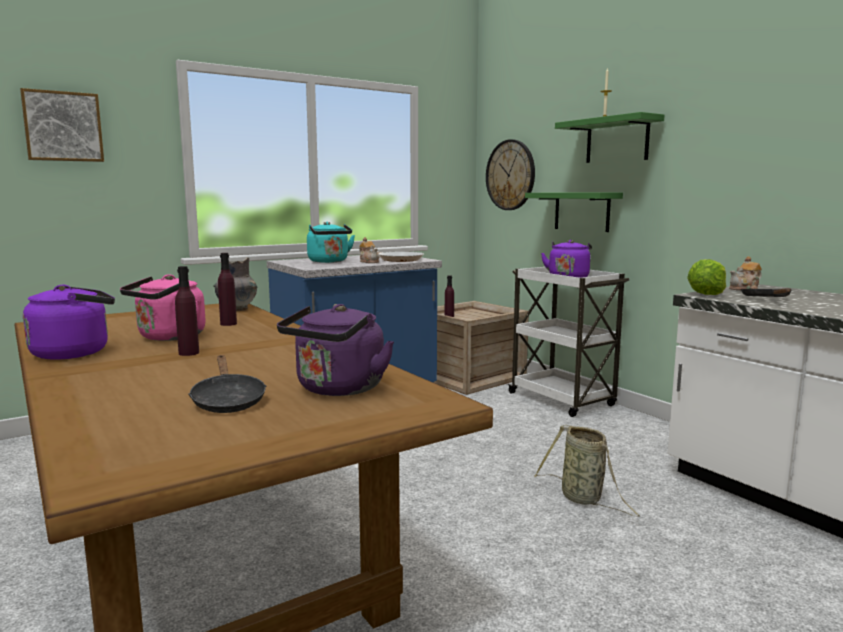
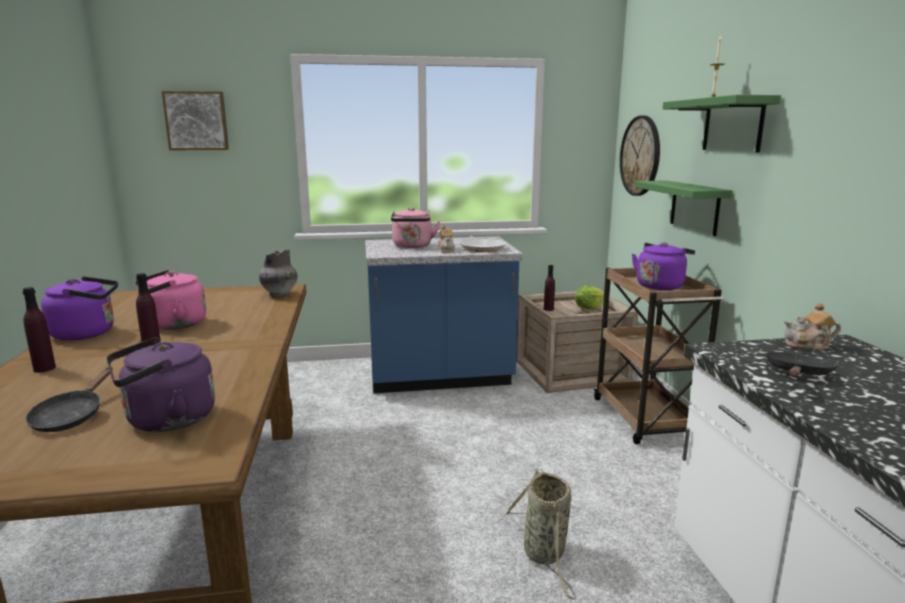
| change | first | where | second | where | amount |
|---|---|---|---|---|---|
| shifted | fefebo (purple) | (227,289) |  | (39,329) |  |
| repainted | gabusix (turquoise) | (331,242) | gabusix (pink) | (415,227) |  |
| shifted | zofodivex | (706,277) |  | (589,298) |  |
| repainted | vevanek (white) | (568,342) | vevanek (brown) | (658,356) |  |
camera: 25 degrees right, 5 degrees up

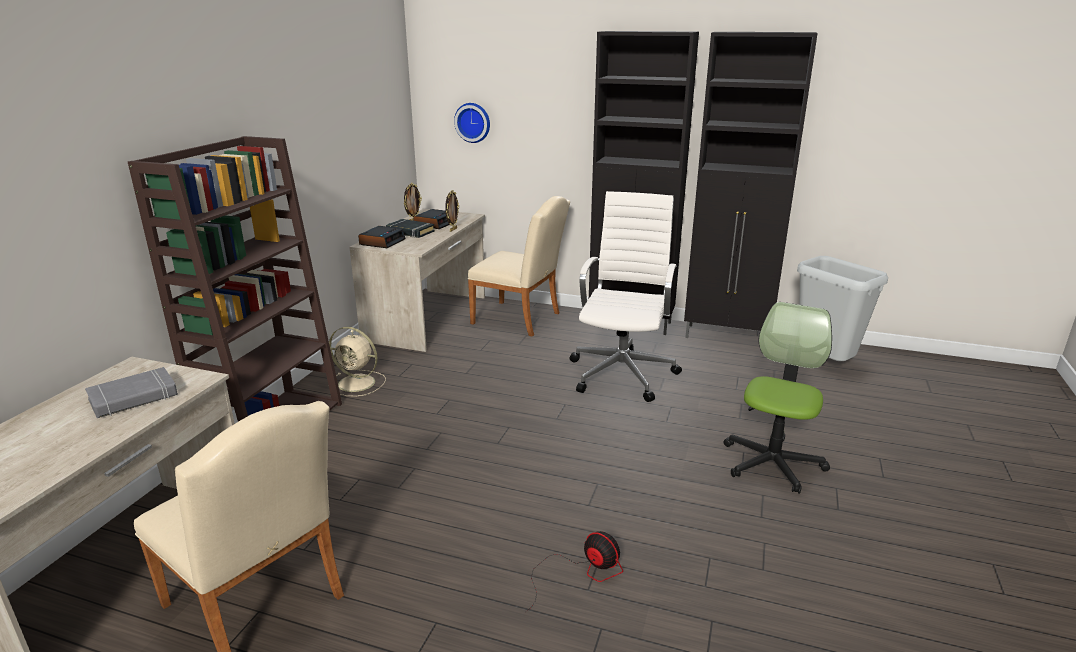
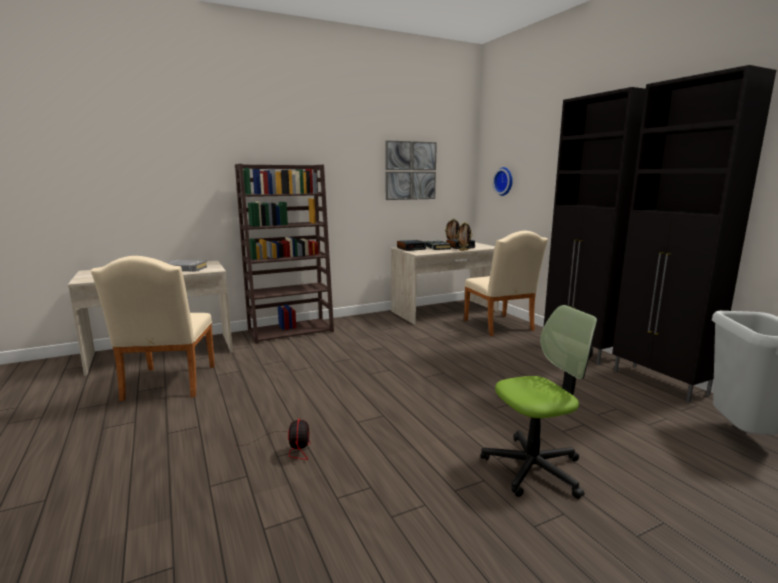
| change | first | where | second | where | amount |
|---|---|---|---|---|---|
| new |  |  | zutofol | (411,170) |  |
| gone | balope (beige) | (357,362) |  |  |  |
| gone | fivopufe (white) | (626,296) |  |  |  |
camera: 45 degrees right, 10 degrees down

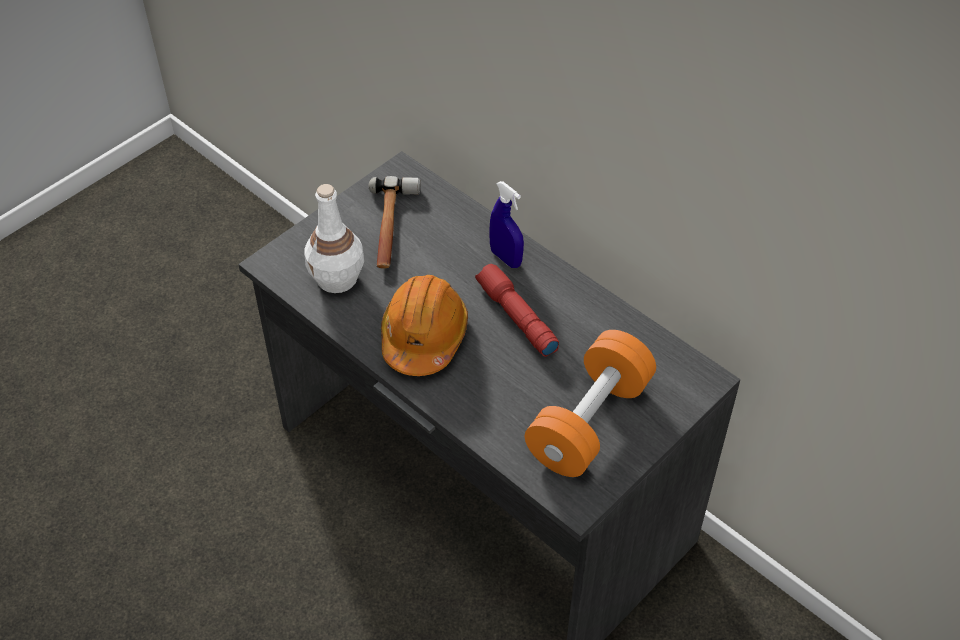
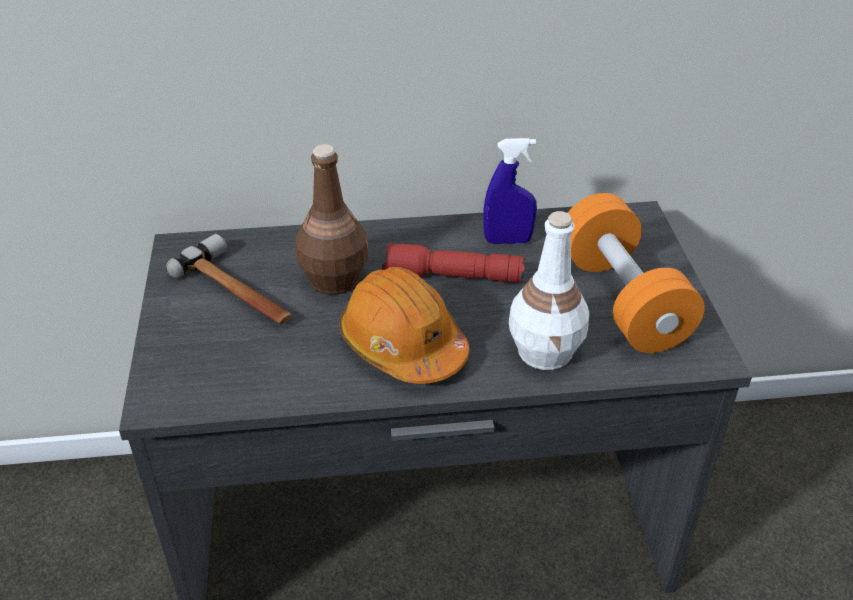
| change | first | where | second | where | amount |
|---|---|---|---|---|---|
| new |  |  | fefebo (brown) | (331,219) |  |
| shifted | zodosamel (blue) | (506,224) |  | (510,191) |  |
| shifted | fefebo (white) | (334,238) |  | (549,290) |  |
camera: 50 degrees left, 10 degrees down

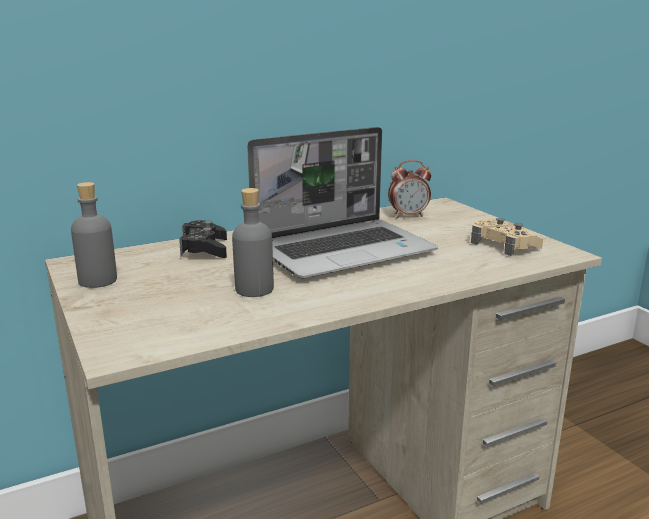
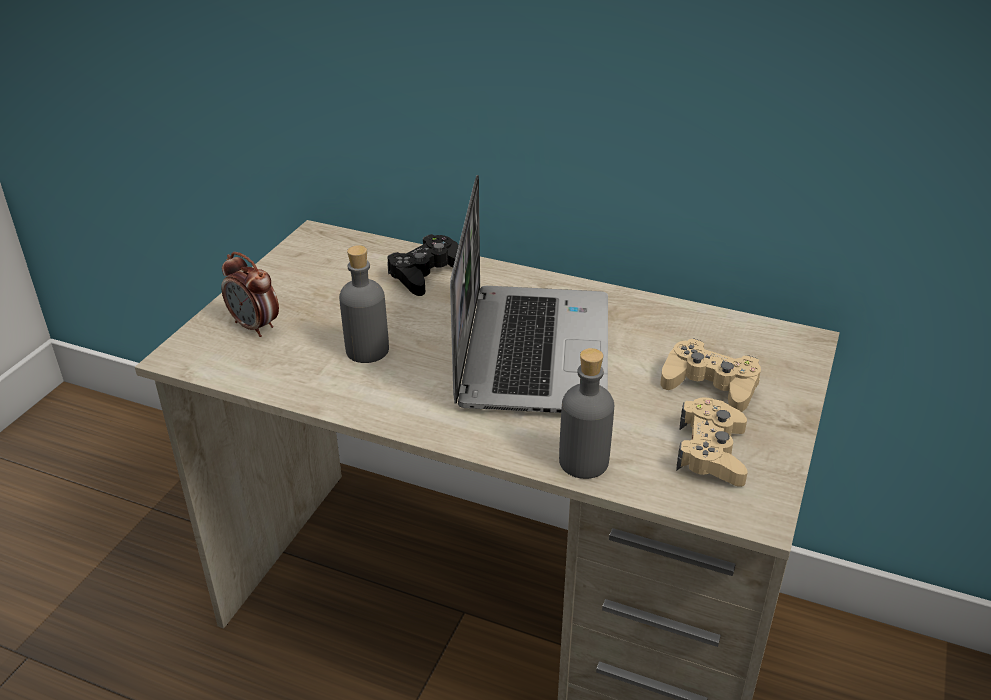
| change | first | where | second | where | amount |
|---|---|---|---|---|---|
| shifted | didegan | (409,189) |  | (250,294) |  |
| rotated | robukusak | (342,203) |  | (529,294) | 105 degrees counterclockwise |
| shifted | fefebo (grey) | (94,235) |  | (586,413) |  |
| new |  |  | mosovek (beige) | (711,375) |  |
camera: 50 degrees right, 15 degrees up

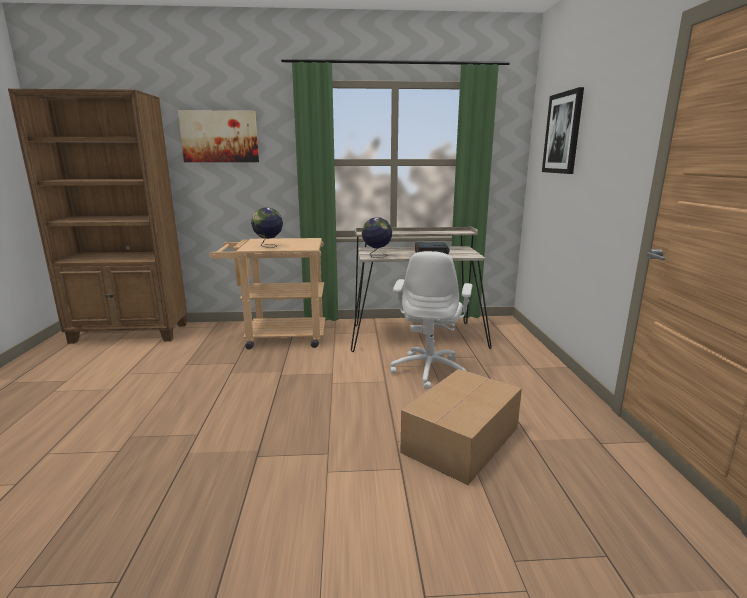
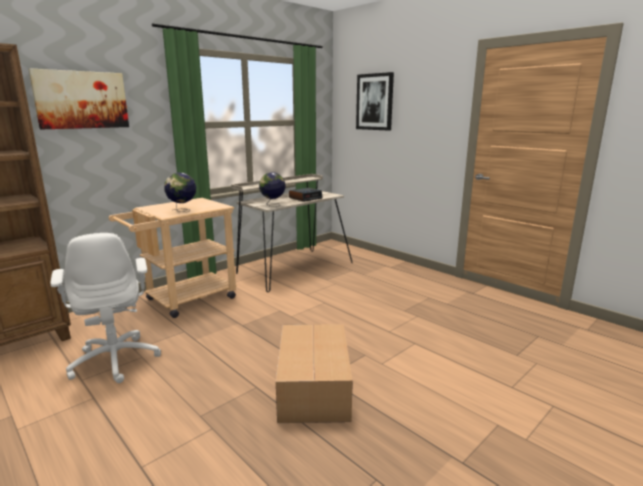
| change | first | where | second | where | amount |
|---|---|---|---|---|---|
| shifted | fivopufe (white) | (431,320) |  | (106,308) |  |
| shifted | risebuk | (461,427) |  | (314,373) |  |
camera: 40 degrees left, 0 degrees up

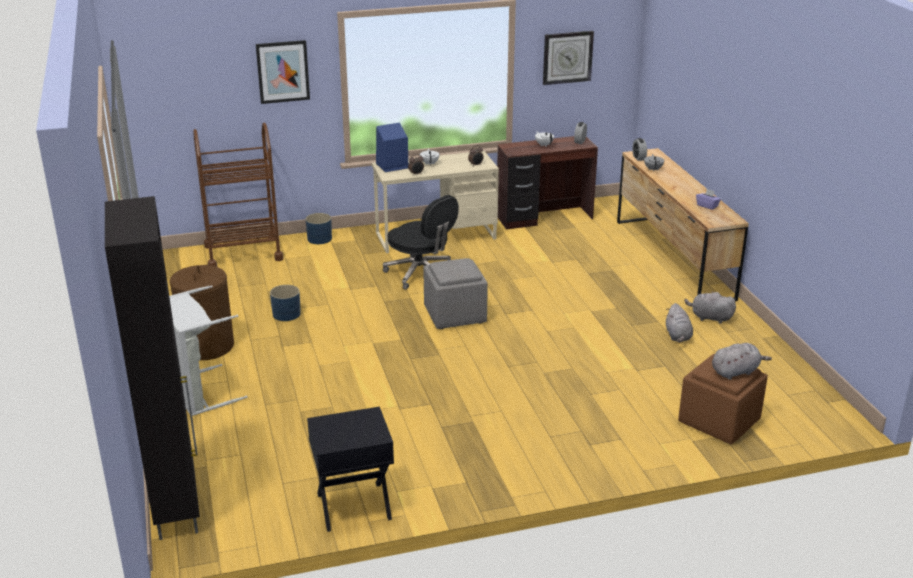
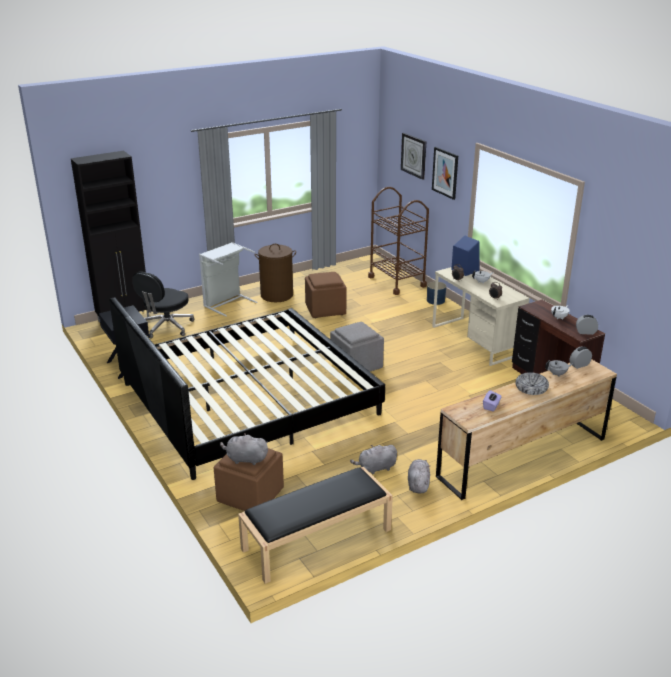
| change | first | where | second | where | amount |
|---|---|---|---|---|---|
| new |  |  | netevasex | (247,389) |  |
| shifted | fivopufe (black) | (421,242) |  | (163,305) |  |
| rotated | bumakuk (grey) | (742,361) |  | (244,449) | 135 degrees clockwise |
| new |  |  | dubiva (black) | (315,525) |  |
| swapped | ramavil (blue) | (285,303) | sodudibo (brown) | (326,295) |  |
| shifted | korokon | (568,58) |  | (413,156) |  |
| new |  |  | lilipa | (532,383) |  |
camera: 75 degrees right, 0 degrees up

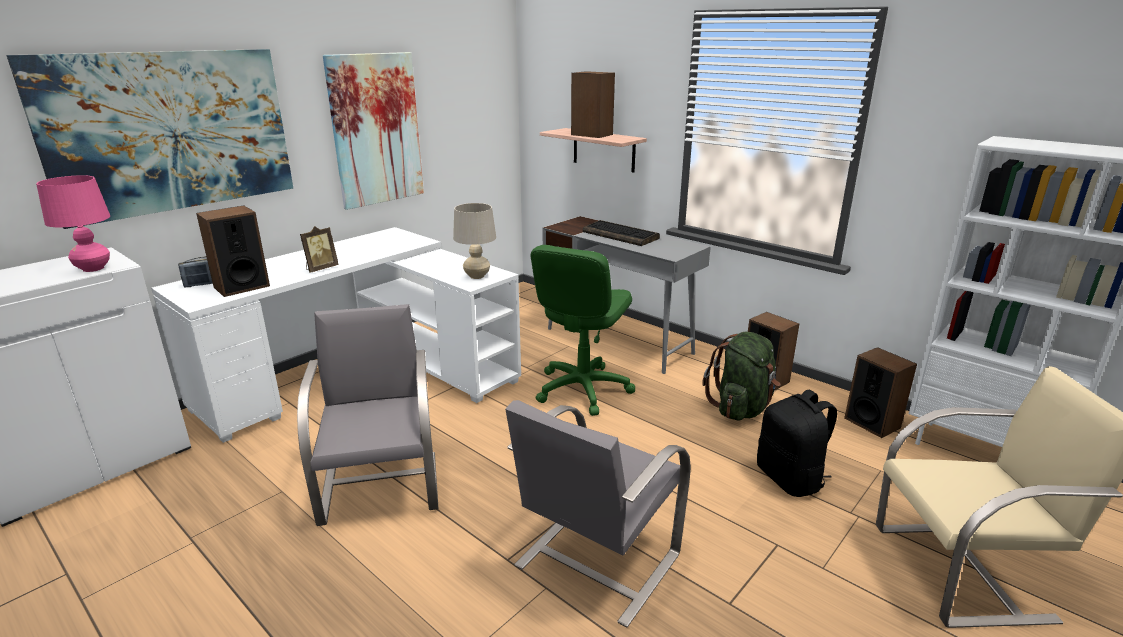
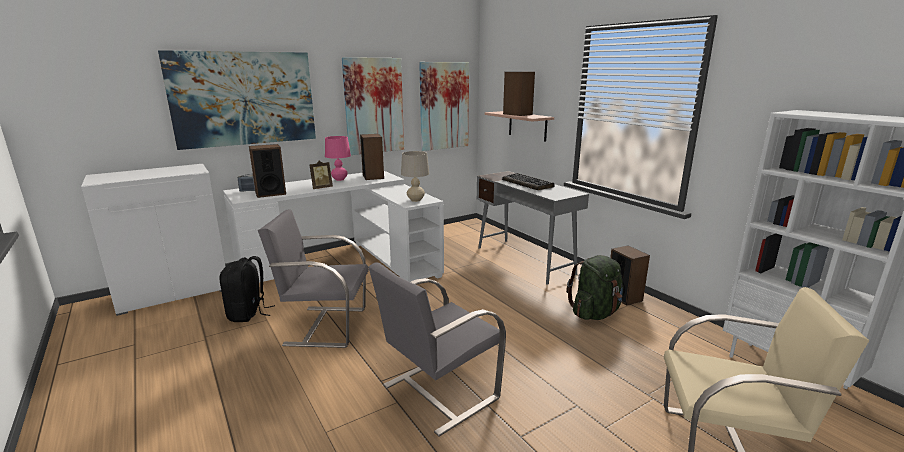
| change | first | where | second | where | amount |
|---|---|---|---|---|---|
| shifted | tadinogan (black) | (797,443) |  | (247,289) |  |
| rotated | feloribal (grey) | (367,415) |  | (313,278) | 90 degrees counterclockwise |
| shifted | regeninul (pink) | (73,223) |  | (338,158) |  |
| shifted | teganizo | (880,392) |  | (372,157) |  |
| new |  |  | zutofol | (444,106) |  |
| gone | fivopufe (green) | (583,330) |  |  |  |
camera: 15 degrees right, 5 degrees down

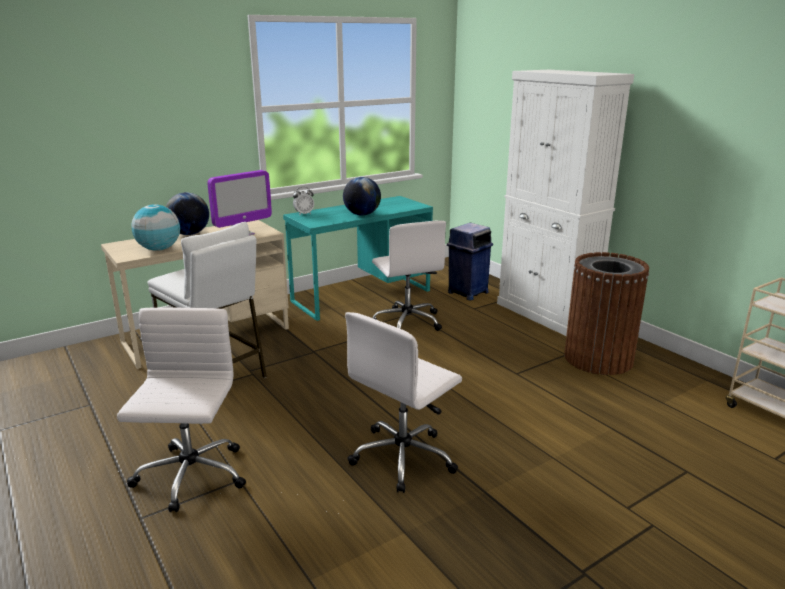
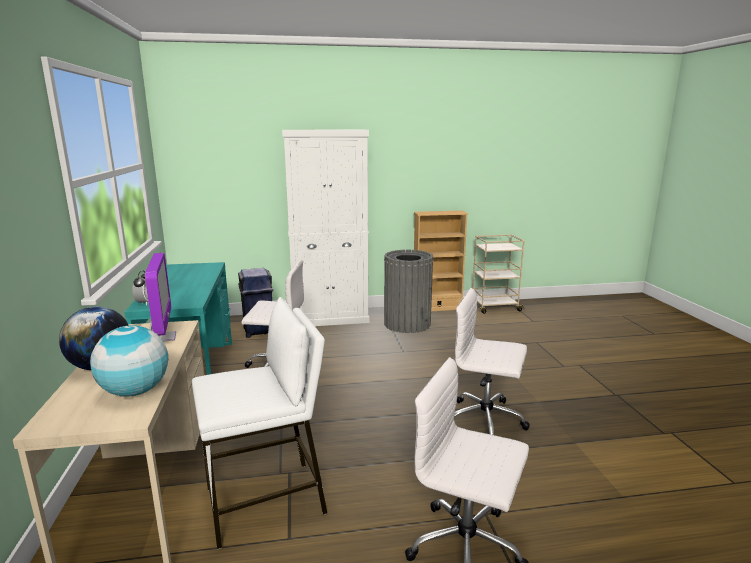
| change | first | where | second | where | amount |
|---|---|---|---|---|---|
| repainted | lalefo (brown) | (606,313) | lalefo (grey) | (408,291) |  |
| new |  |  | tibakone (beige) | (441,261) |  |
| rotated | fivopufe (white) | (403,402) |  | (492,361) | 135 degrees clockwise |
| gone | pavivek | (362,196) |  |  |  |
camera: 65 degrees left, 5 degrees down

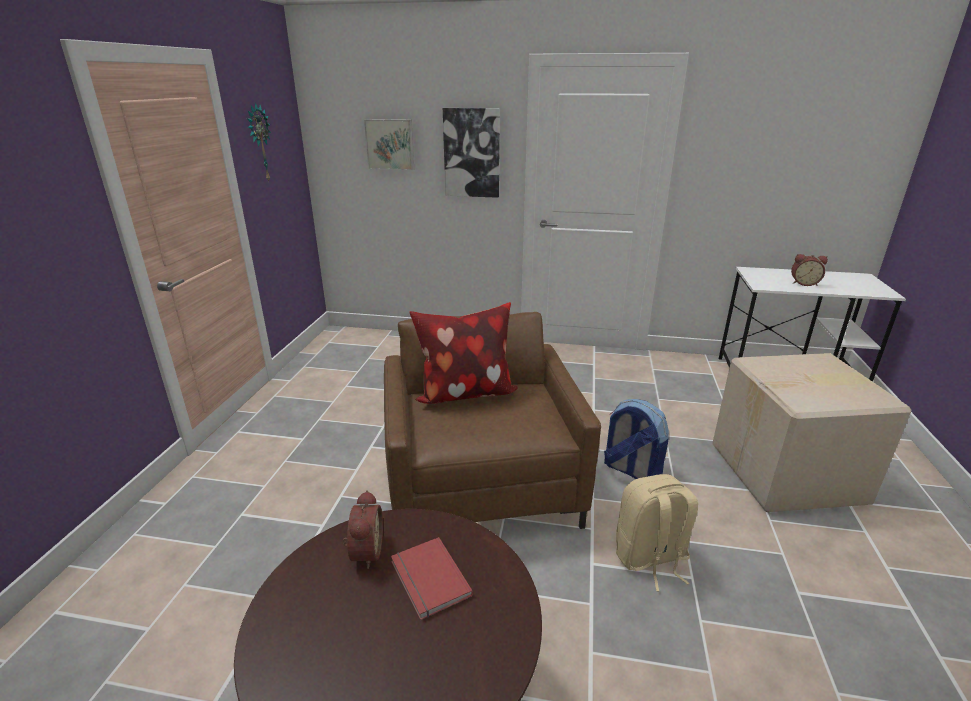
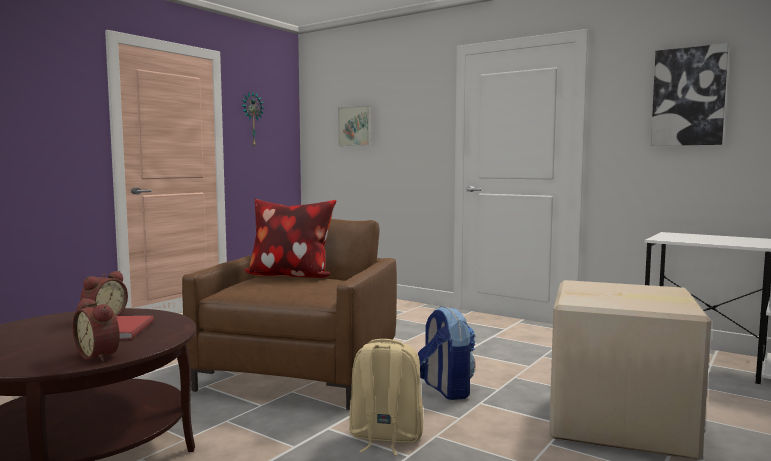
| change | first | where | second | where | amount |
|---|---|---|---|---|---|
| shifted | didegan | (809,270) |  | (96,330) |  |
| shifted | zutofol | (471,153) |  | (690,94) |  |
camera: 25 degrees right, 20 degrees down

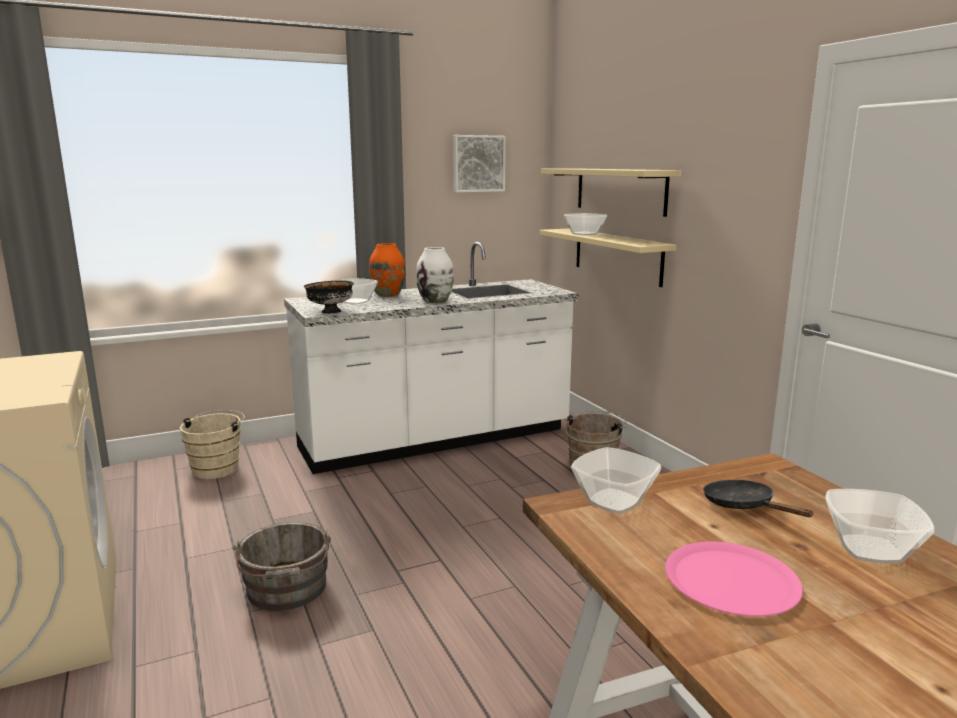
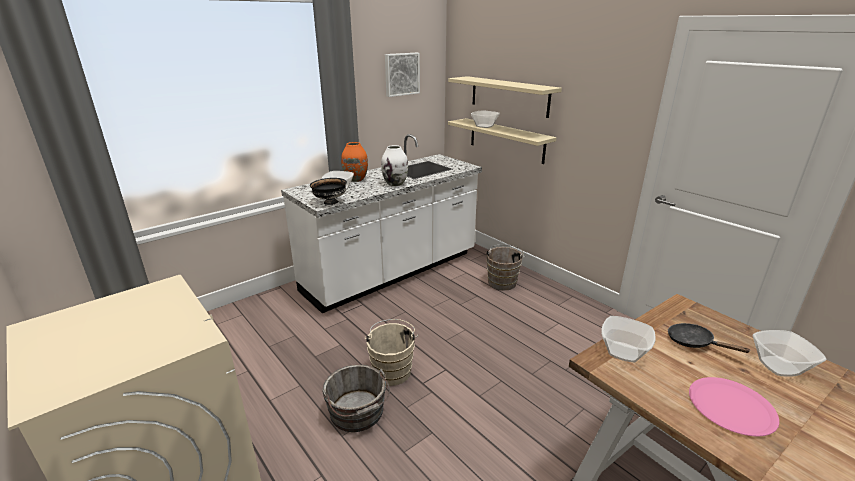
| change | first | where | second | where | amount |
|---|---|---|---|---|---|
| shifted | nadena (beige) | (212,444) |  | (391,352) |  |
camera: 15 degrees left, 10 degrees up

